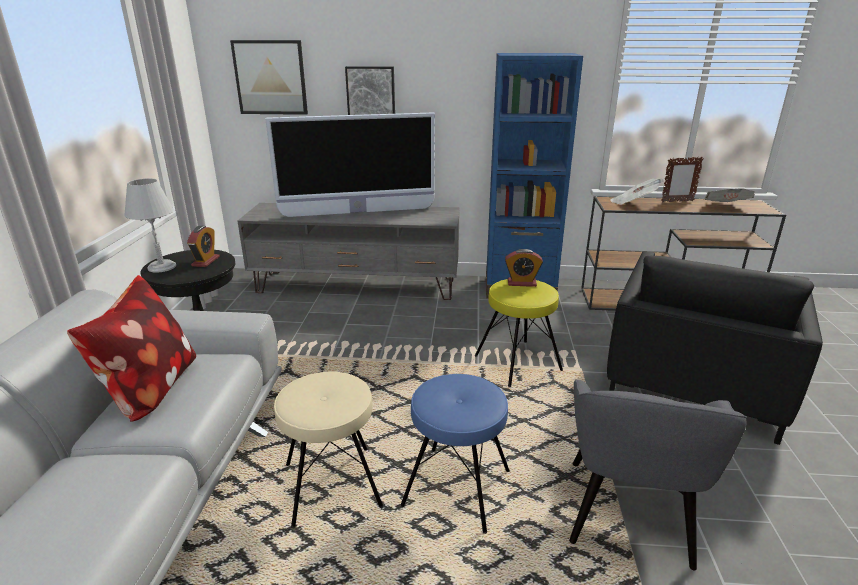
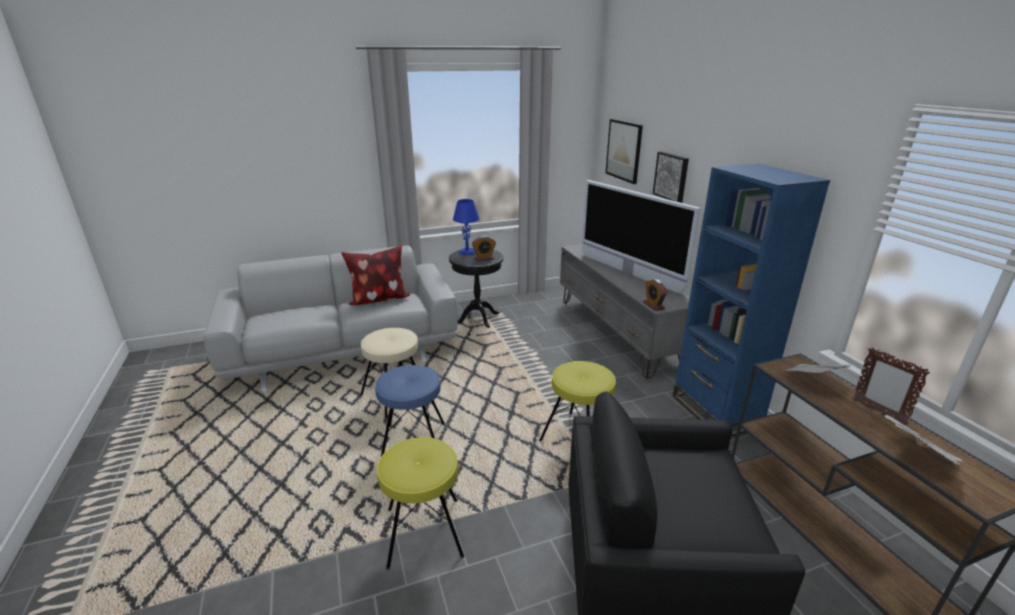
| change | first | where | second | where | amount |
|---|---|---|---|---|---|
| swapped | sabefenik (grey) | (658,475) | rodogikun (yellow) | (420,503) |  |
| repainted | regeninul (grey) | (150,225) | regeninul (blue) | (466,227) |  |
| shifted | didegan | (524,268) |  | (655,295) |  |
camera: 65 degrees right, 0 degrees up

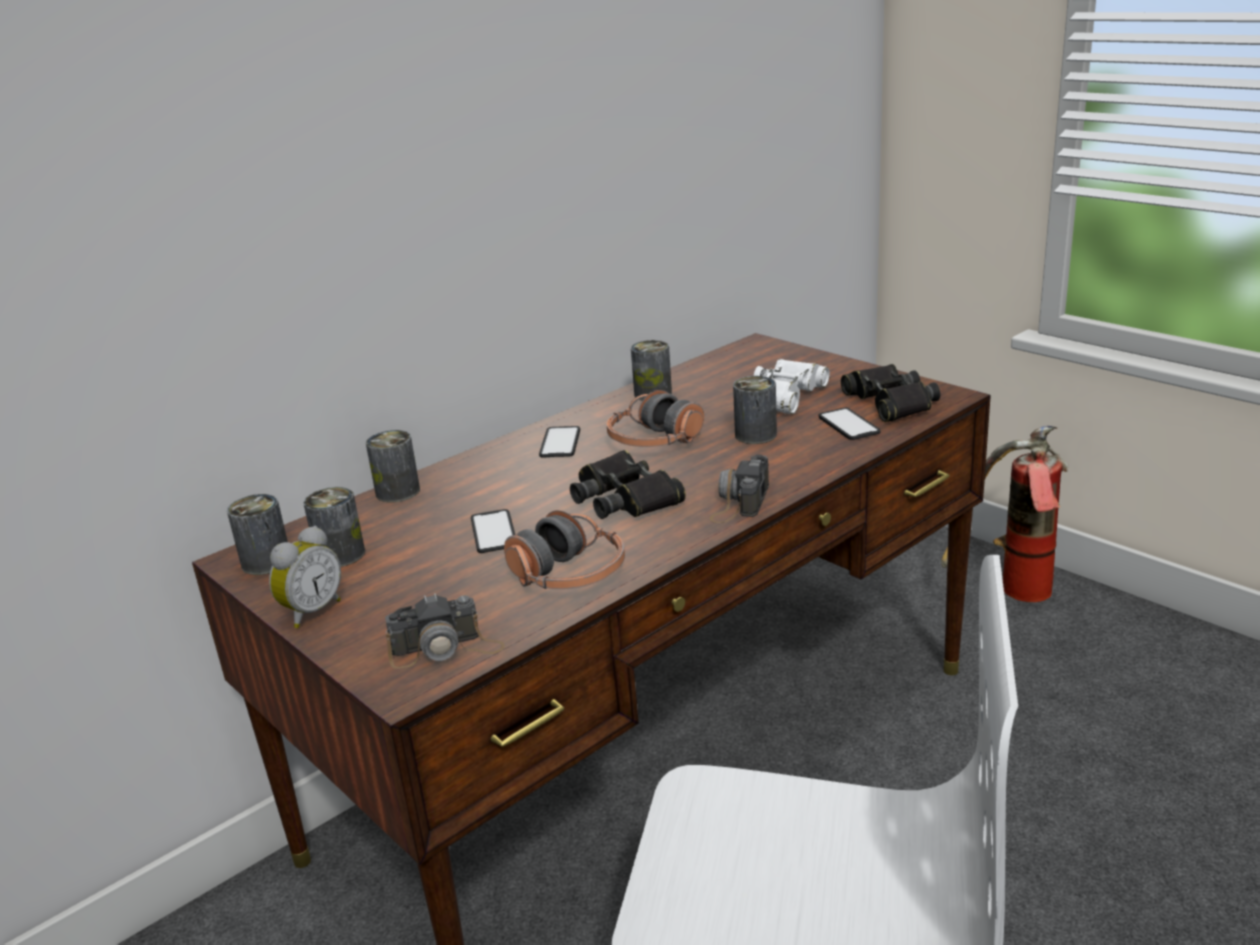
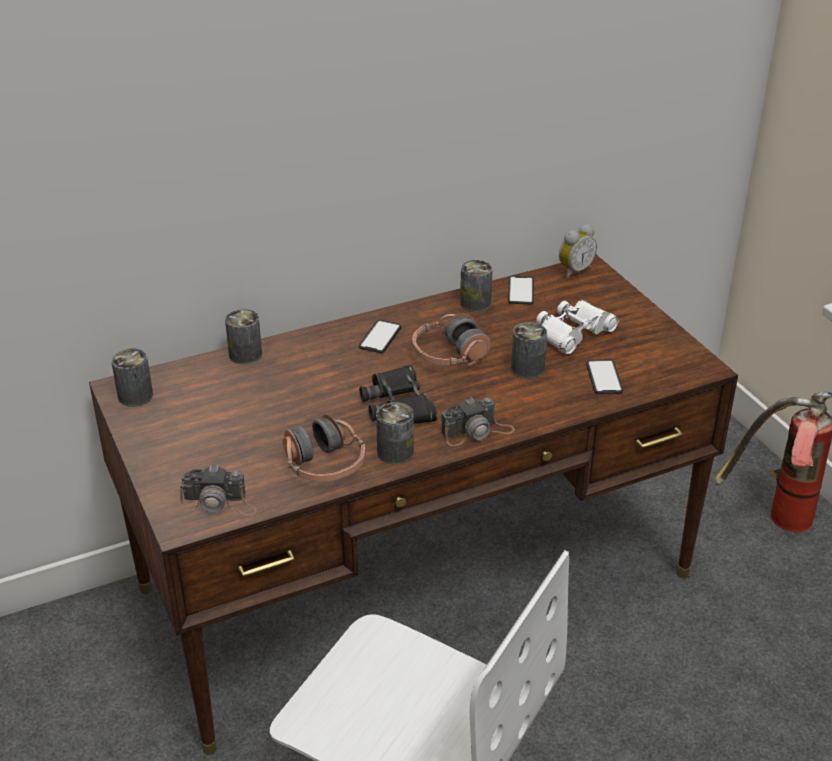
| change | first | where | second | where | amount |
|---|---|---|---|---|---|
| shifted | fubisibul | (334,527) |  | (395,433) |  |
| rotated | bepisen | (739,488) |  | (478,421) | 150 degrees counterclockwise |
| shifted | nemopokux | (493,531) |  | (521,290) |  |
| shifted | didegan | (305,577) |  | (578,251) |  |
| gone | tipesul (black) | (890,393) |  |  |  |
camera: 15 degrees right, 10 degrees up

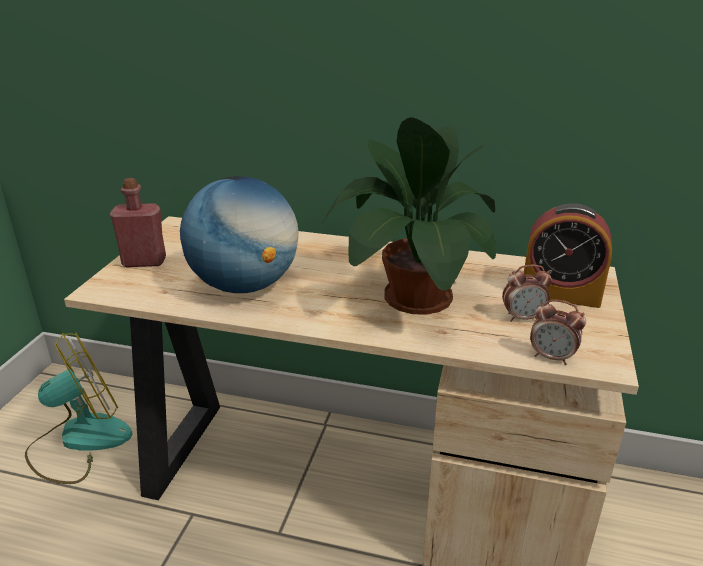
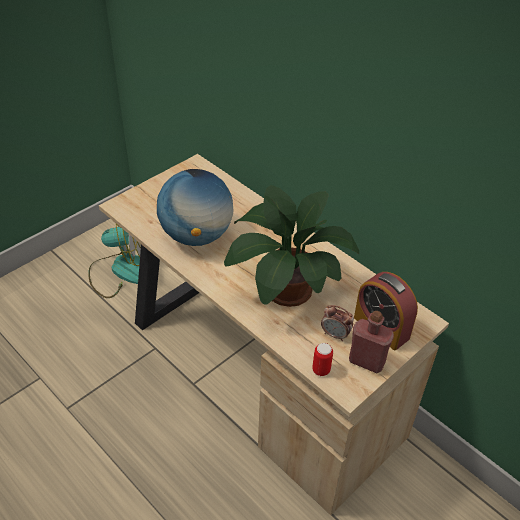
| change | first | where | second | where | amount |
|---|---|---|---|---|---|
| swapped | didegan | (558,332) | fubisibul | (322,359) |  |
| shifted | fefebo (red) | (138,222) |  | (371,342) |  |
camera: 30 degrees right, 15 degrees up

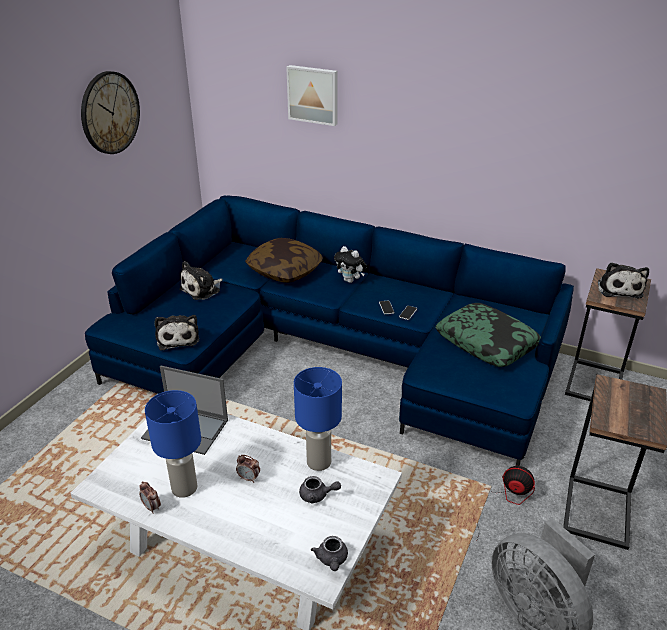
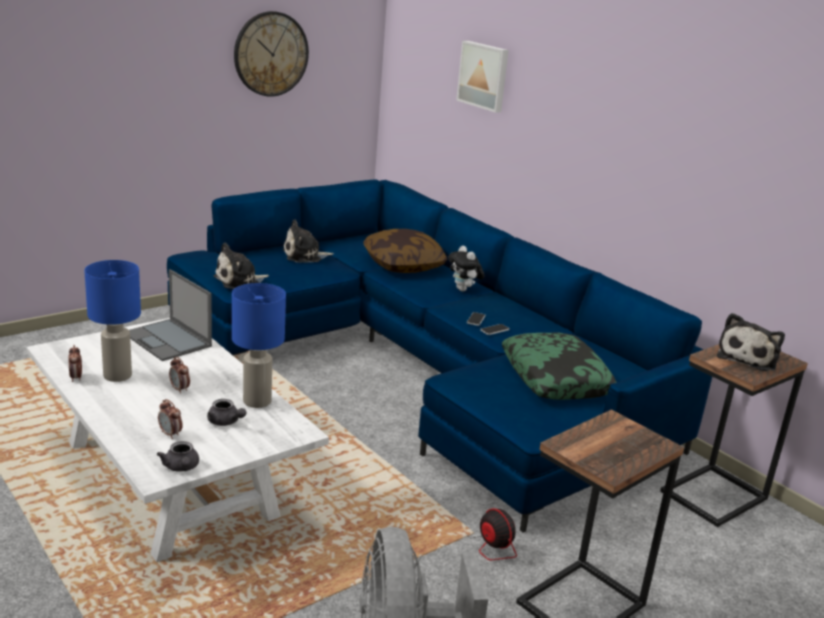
| change | first | where | second | where | amount |
|---|---|---|---|---|---|
| rotated | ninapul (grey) | (329,553) |  | (178,456) | 45 degrees counterclockwise |
| new |  |  | didegan | (170,419) |  |
| rotated | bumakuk | (176,333) |  | (241,266) | 45 degrees clockwise |
camera: 25 degrees right, 10 degrees down

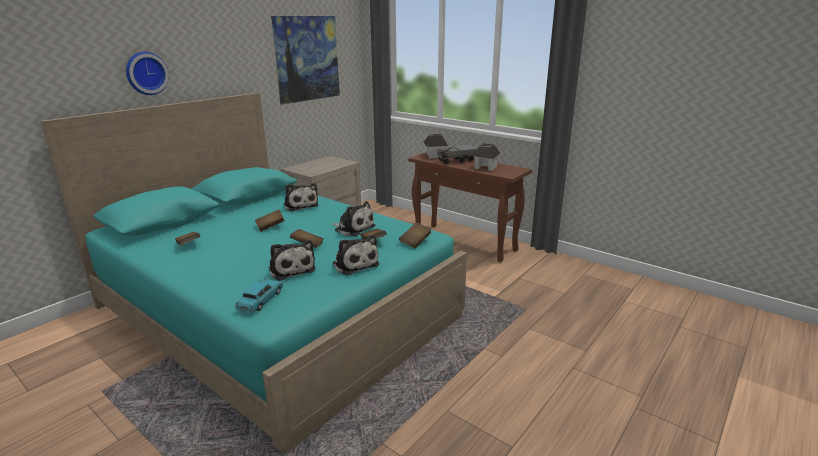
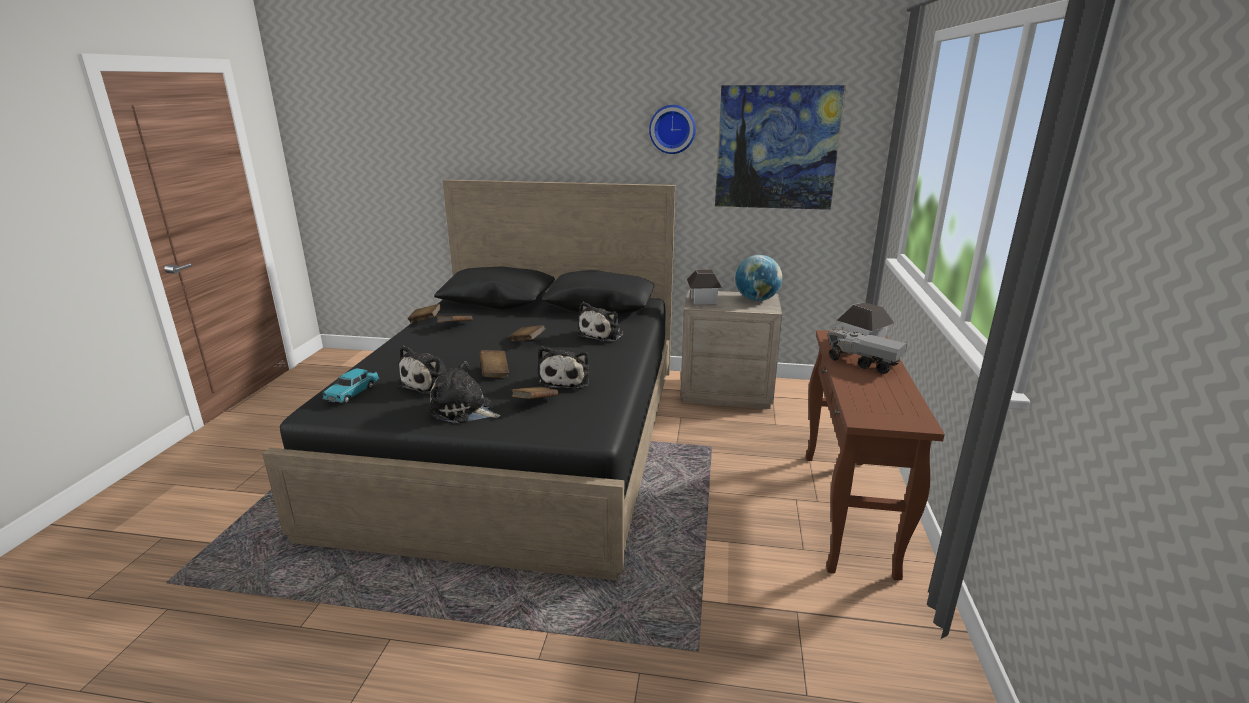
| change | first | where | second | where | amount |
|---|---|---|---|---|---|
| repainted | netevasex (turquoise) | (253,274) | netevasex (black) | (468,380) |  |
| rotated | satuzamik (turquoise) | (259,295) |  | (351,386) | 120 degrees clockwise |
| shifted | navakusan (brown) | (415,235) |  | (424,313) |  |
| rotated | bumakuk | (355,255) |  | (465,392) | 90 degrees clockwise |
| shifted | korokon | (147,73) |  | (672,129) |  |
| shifted | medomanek | (486,157) |  | (704,287) |  |
| new |  |  | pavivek | (758,278) |  |
camera: 60 degrees right, 0 degrees up

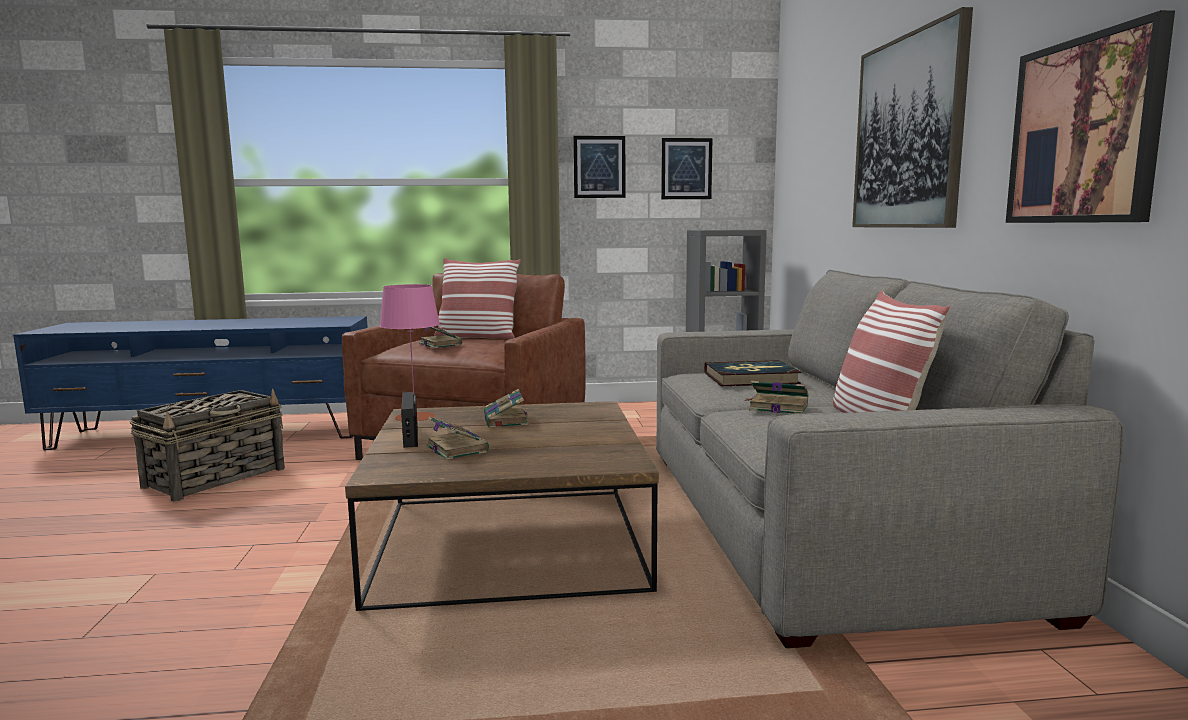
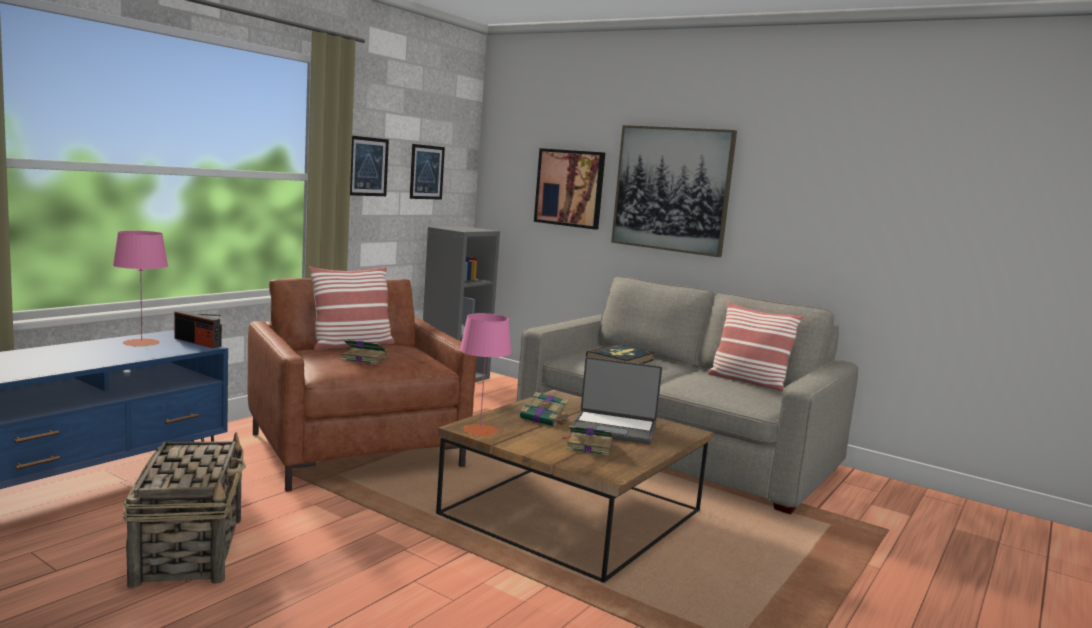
| change | first | where | second | where | amount |
|---|---|---|---|---|---|
| new |  |  | regeninul (pink) | (140,289) |  |
| shifted | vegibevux | (409,420) |  | (198,329) |  |
| shifted | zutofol | (1090,116) |  | (569,189) |  |
| new |  |  | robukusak | (616,400) |  |
| gone | navakusan | (777,397) |  |  |  |
camera: 50 degrees left, 0 degrees up

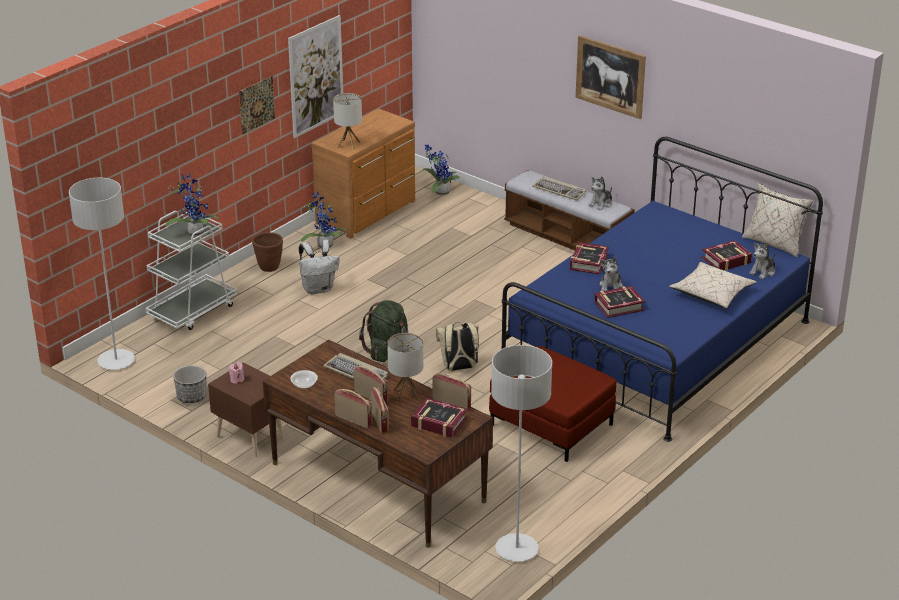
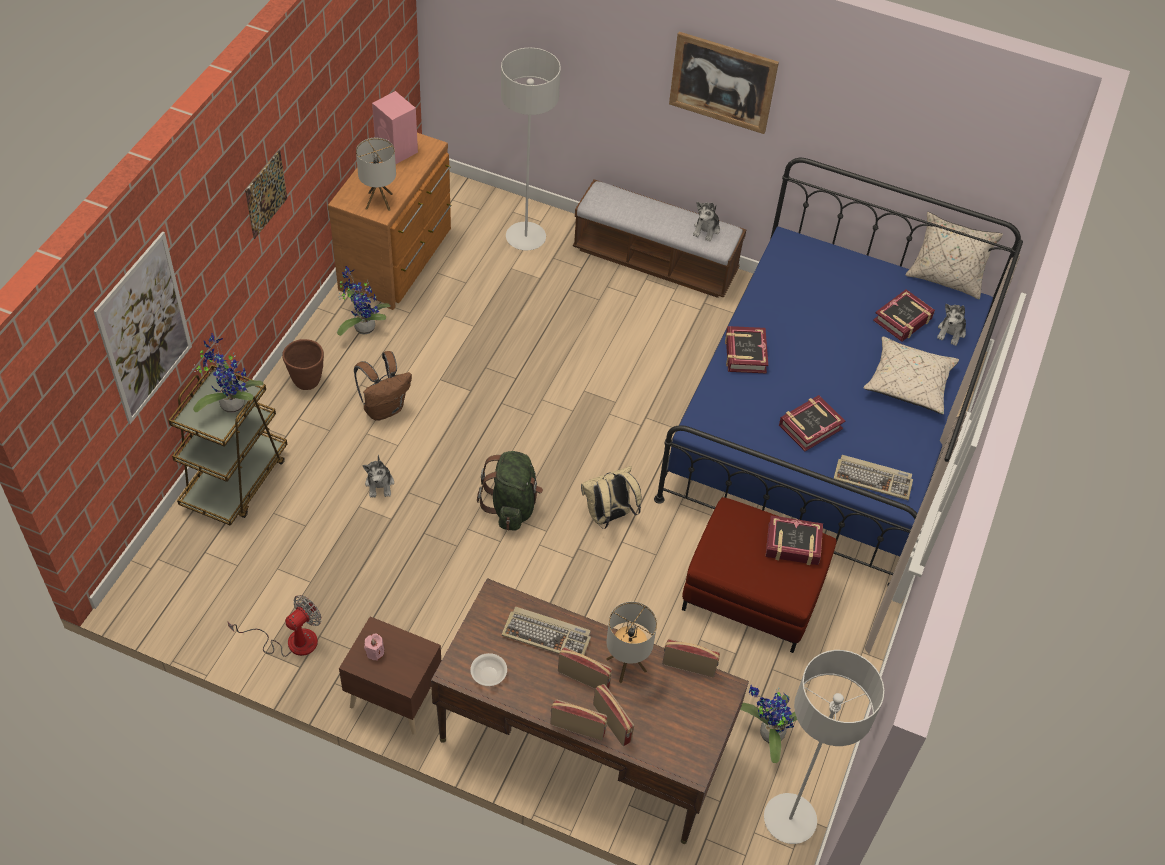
| change | first | where | second | where | amount |
|---|---|---|---|---|---|
| shifted | zutofol | (315,76) |  | (143,327) |  |
| repainted | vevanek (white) | (191,270) | vevanek (brown) | (227,445) |  |
| swapped | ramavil | (190,384) | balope | (274,626) |  |
| repainted | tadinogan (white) | (319,266) | tadinogan (brown) | (383,386) |  |
| shifted | bumakuk | (611,273) |  | (378,476) |  |
| new |  |  | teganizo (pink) | (395,127) |  |
| shifted | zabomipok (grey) | (102,274) |  | (531,149) |  |
| shifted | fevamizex | (441,170) |  | (768,724) |  |
| shifted | navakusan | (439,418) |  | (794,540) |  |
| shifted | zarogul | (559,189) |  | (873,477) |  |
camera: 20 degrees left, 20 degrees up

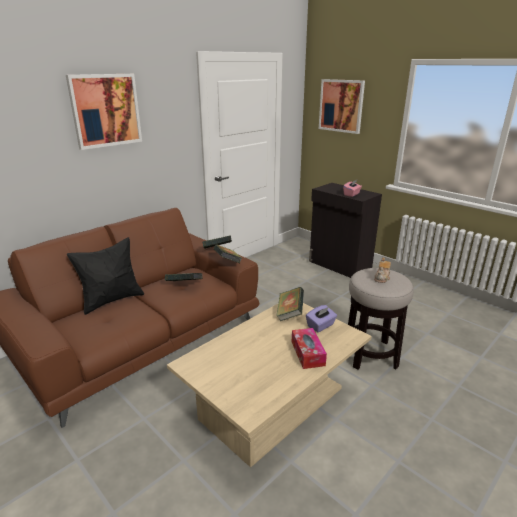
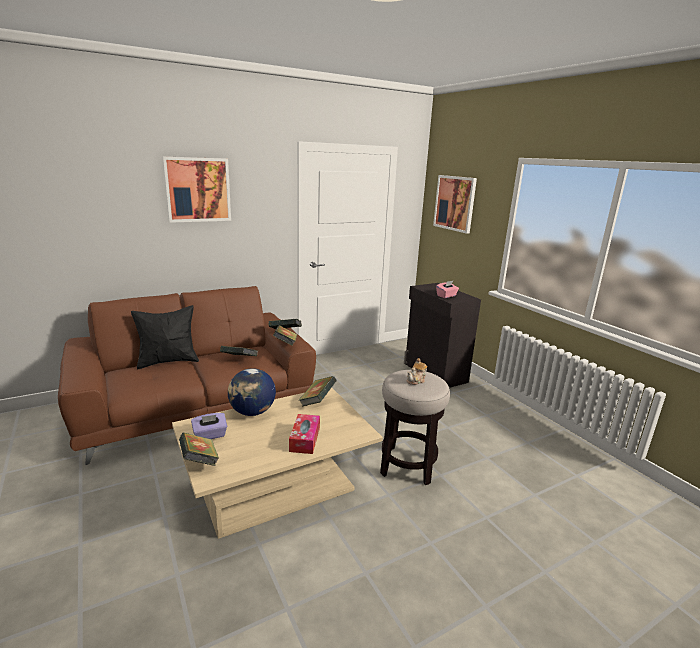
| change | first | where | second | where | amount |
|---|---|---|---|---|---|
| new |  |  | navakusan | (199,449) |  |
| shifted | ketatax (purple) | (321,318) |  | (209,426) |  |
| new |  |  | pavivek | (252,392) |  |
camera: 15 degrees right, 5 degrees down

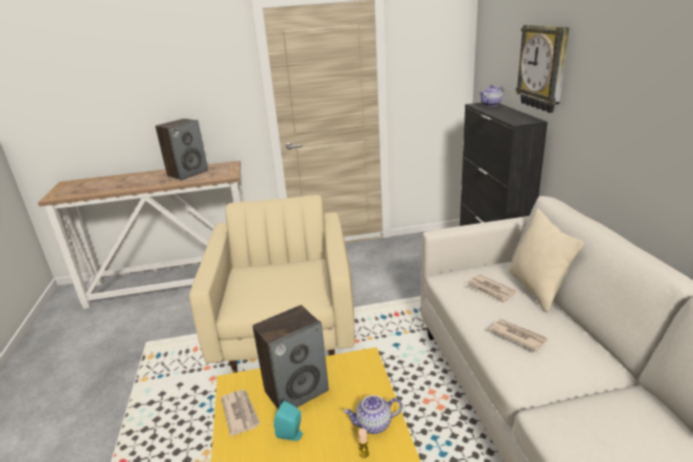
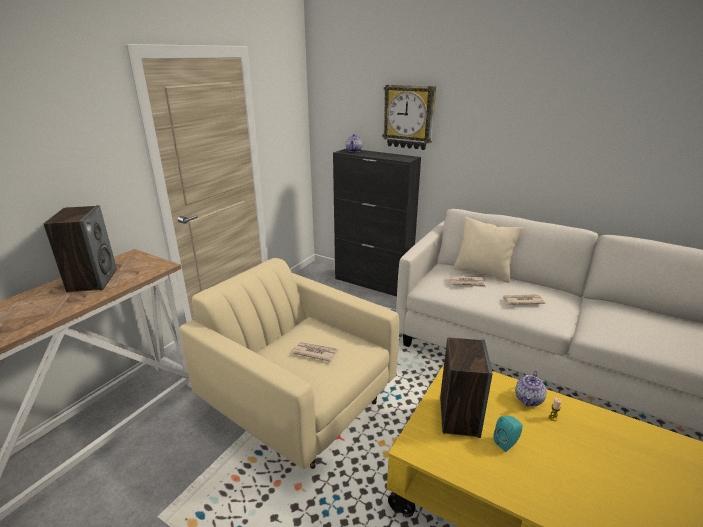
| change | first | where | second | where | amount |
|---|---|---|---|---|---|
| shifted | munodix | (241,413) |  | (315,352) |  |
camera: 50 degrees left, 0 degrees up

